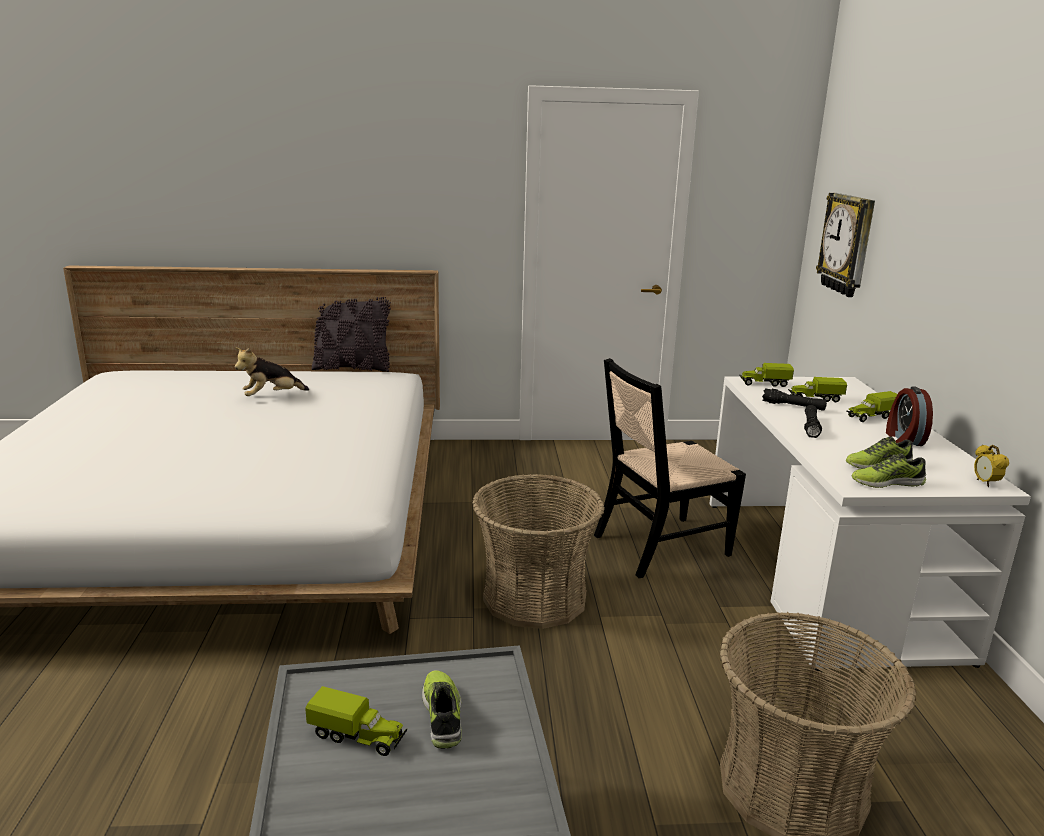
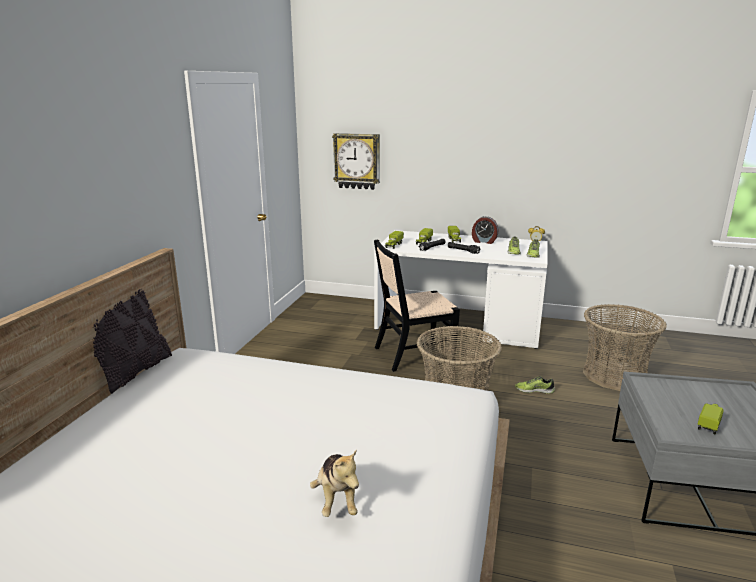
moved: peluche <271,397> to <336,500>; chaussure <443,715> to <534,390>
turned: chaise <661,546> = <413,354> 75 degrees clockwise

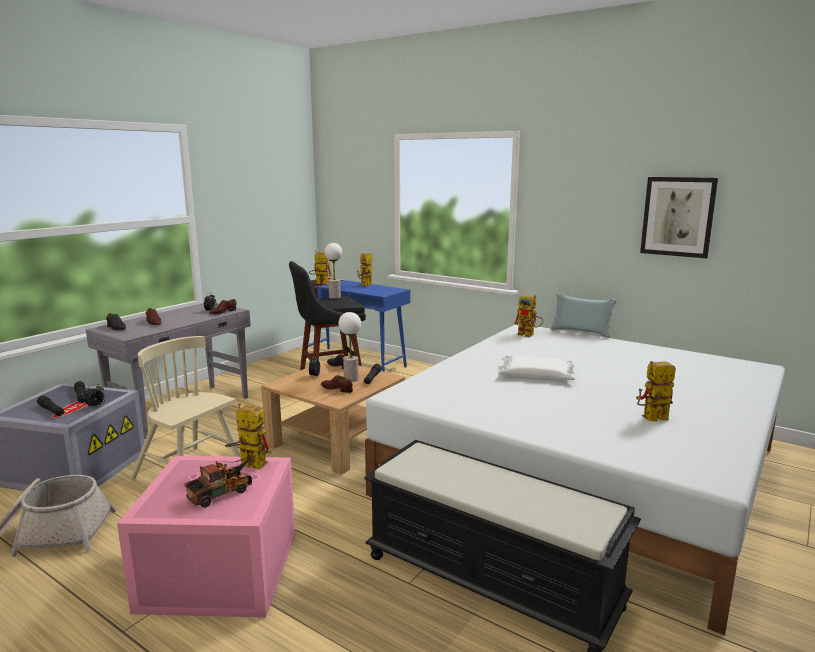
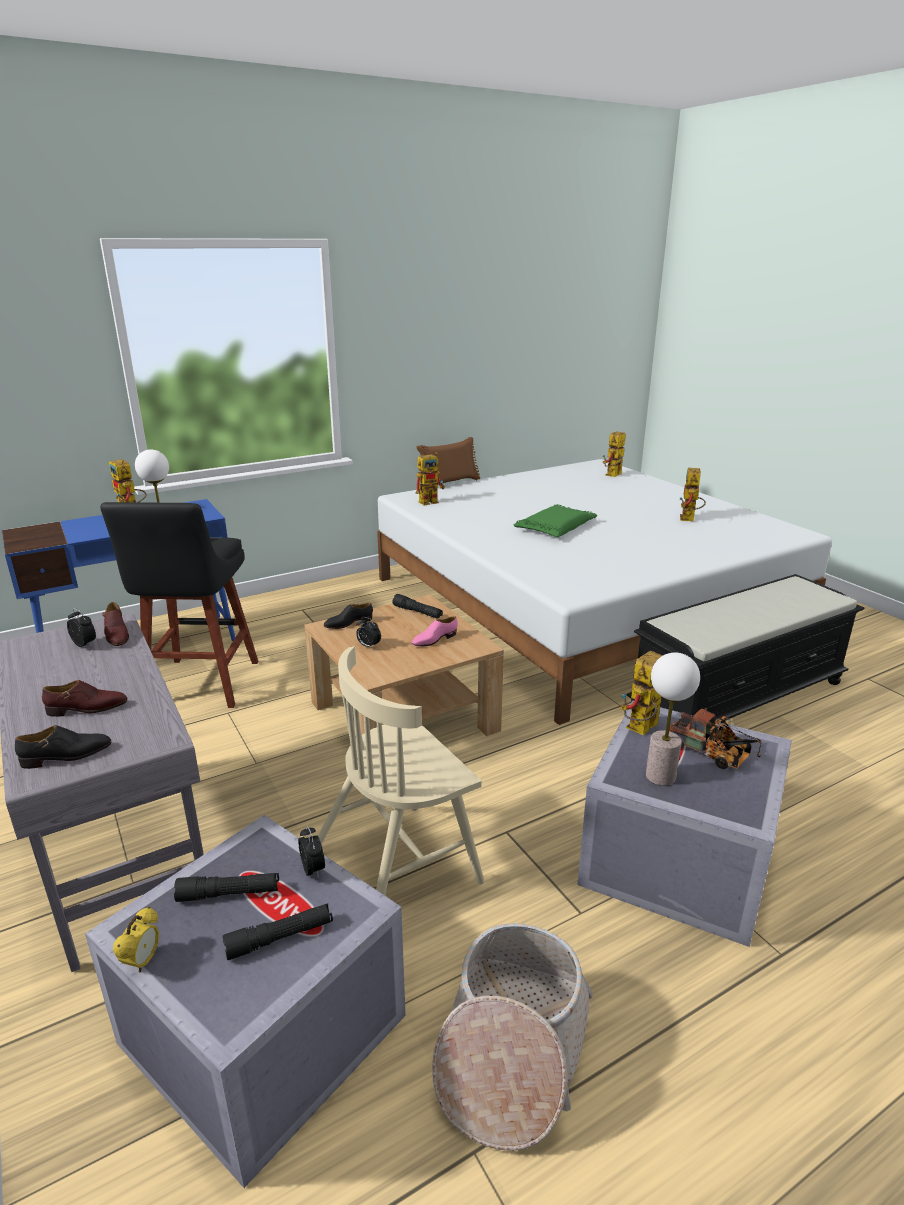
removed: tableau <678,216>
added: réveil <143,961>
moved: robot jouet <319,283> to <613,476>; lampe de table <351,379> to <660,776>
recoloured: boîte de rangement (rose) <217,572> to boîte de rangement (gris) <679,861>; chaussure (marron) <336,389> to chaussure (rose) <434,640>; coussin (blanc) <536,374> to coussin (vert) <556,526>; coussin (bleu) <581,332> to coussin (marron) <449,483>
turned: camion jouet <224,492> = <712,754> 150 degrees clockwise

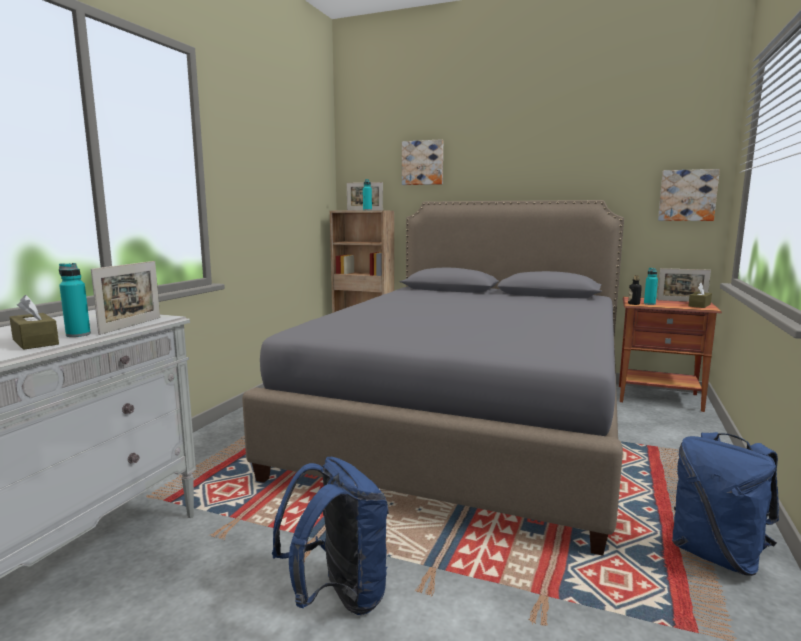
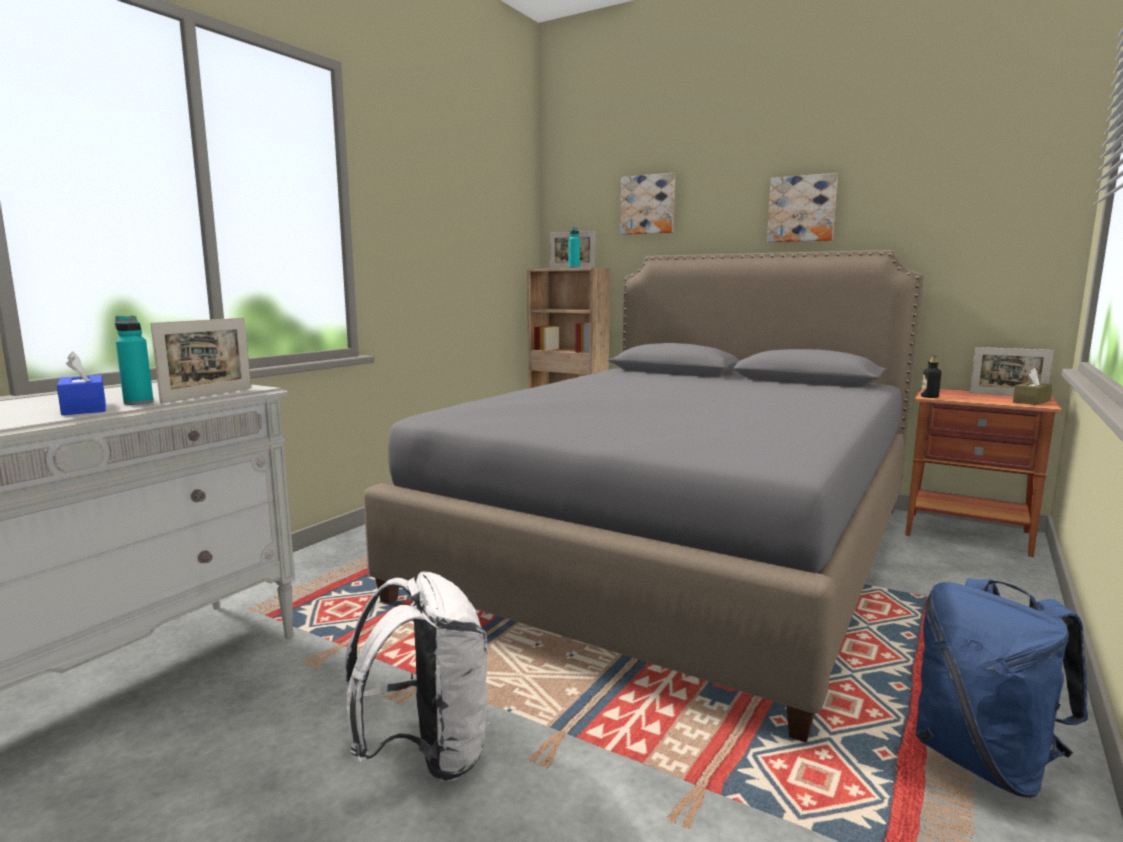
removed: bouteille (turquoise) <649,304>
moved: tableau <687,195> to <802,209>
recoloured: boîte à mouchoirs (marron) <35,342> to boîte à mouchoirs (bleu) <84,408>; sac à dos (bleu) <338,596> to sac à dos (blanc) <427,754>

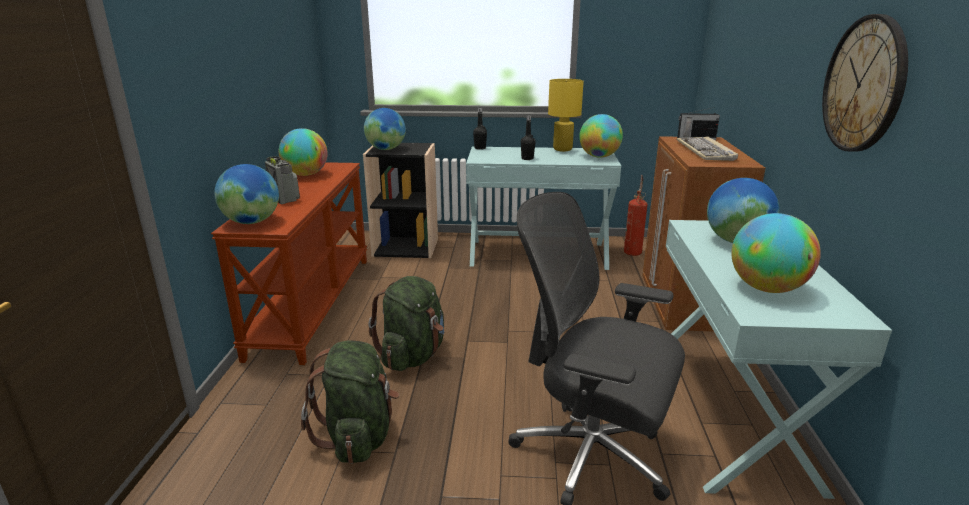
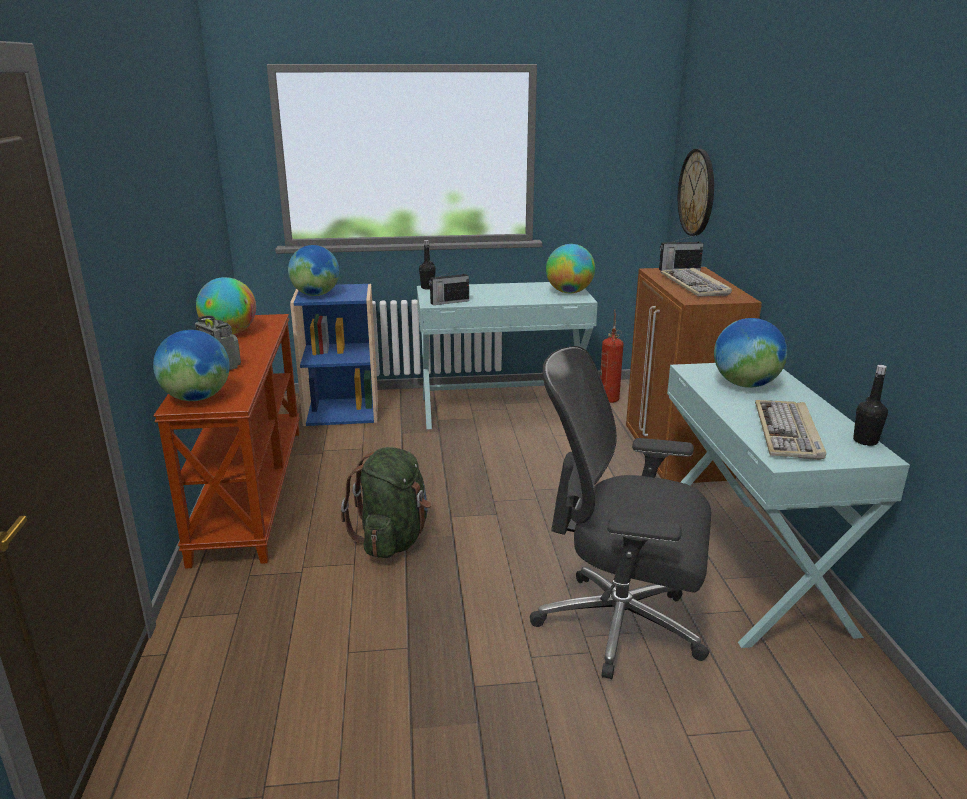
removed: sac à dos (vert) <358,436>; lampe de table (jaune) <562,150>
added: radio <449,302>
moved: bouteille (noir) <527,158> to <865,441>; horloge murale <864,85> to <697,192>
replaced: globe <767,288> to clavier <788,433>
recoloured: bibliothèque (noir) <406,247> to bibliothèque (bleu) <343,411>

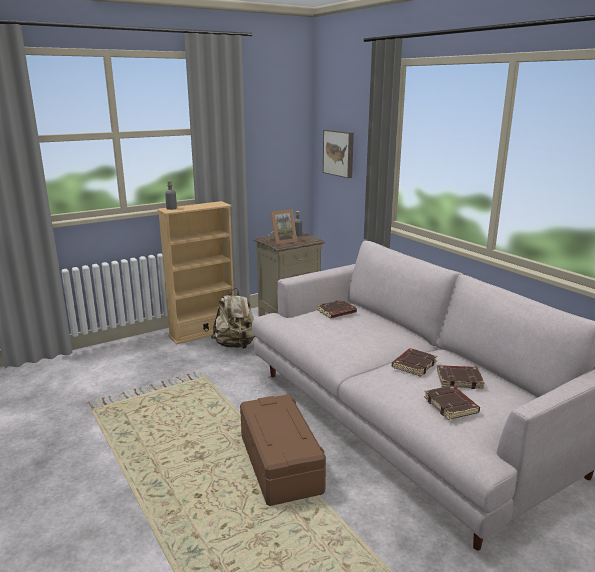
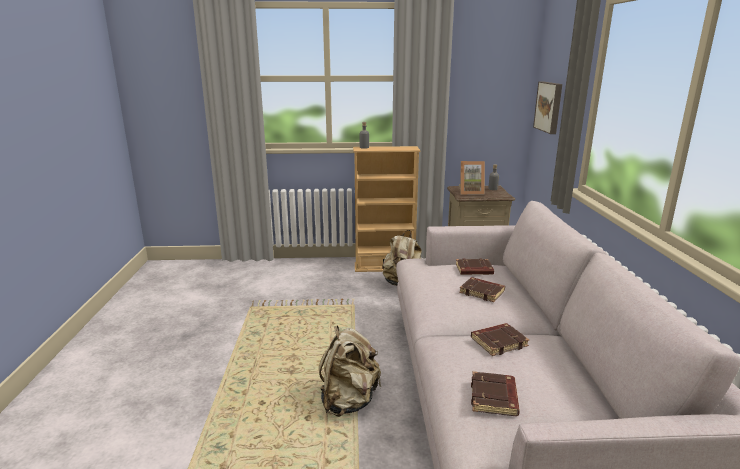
moved: livre (marron) <459,380> to <482,292>
replaced: boîte de rangement (marron) <279,463> to sac à dos (beige) <349,401>

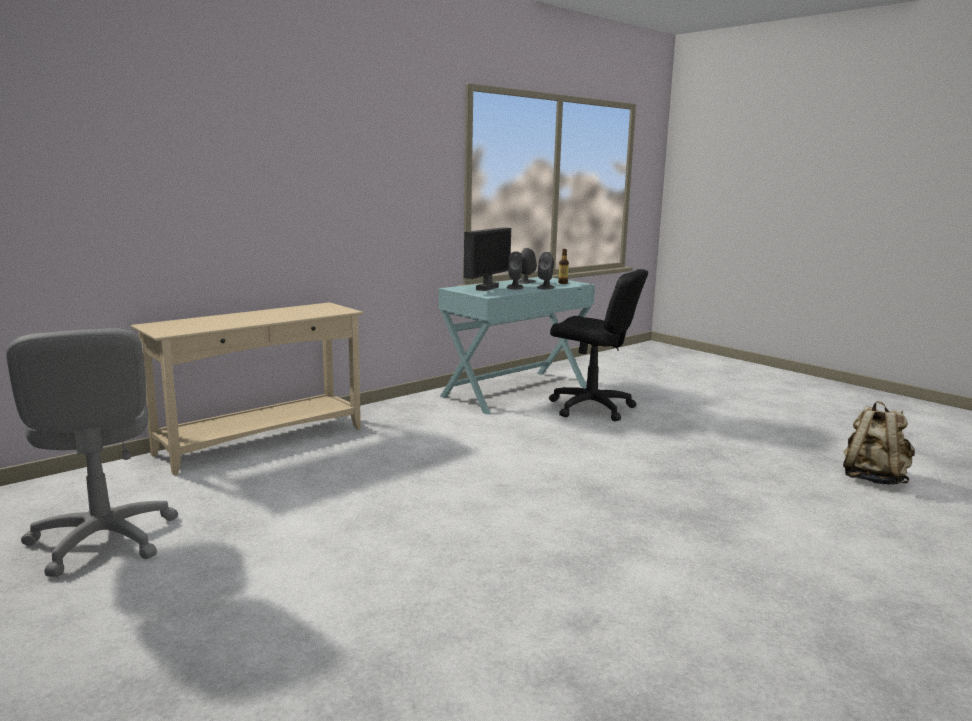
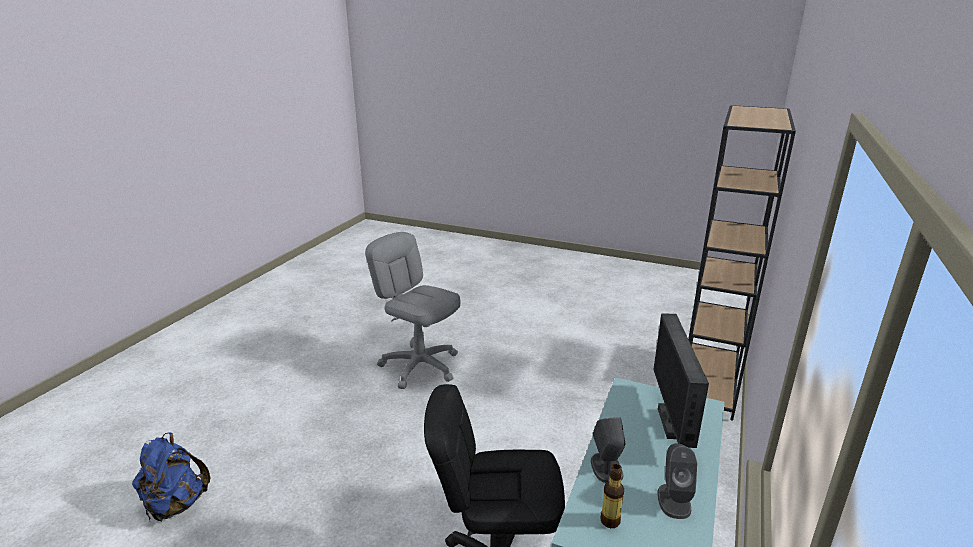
removed: enceinte (gris) <515,287>
moved: chaise de bureau (gris) <102,540> to <420,366>
replaced: table console (beige) <262,440> to bibliothèque <709,383>
recoloured: sac à dos (beige) <873,479> to sac à dos (bleu) <176,504>

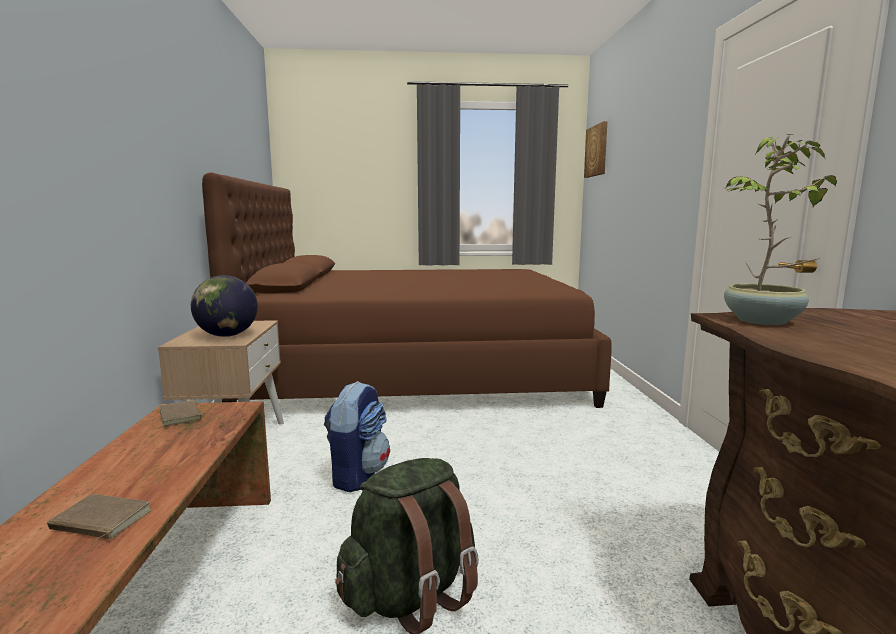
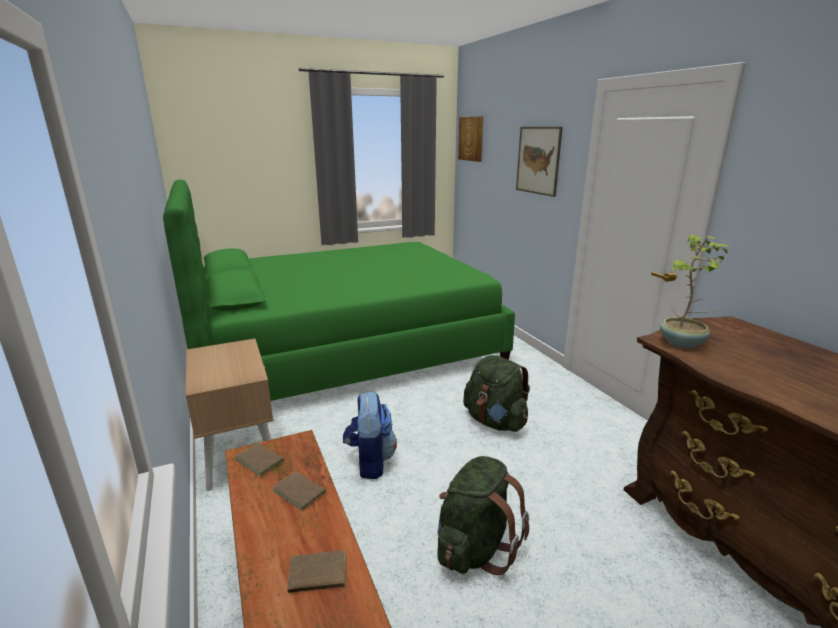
removed: globe <227,335>
added: livre (marron) <301,491>; sac à dos (vert) <495,421>; tableau <538,160>
recoloured: lit (marron) <417,372> to lit (vert) <345,348>

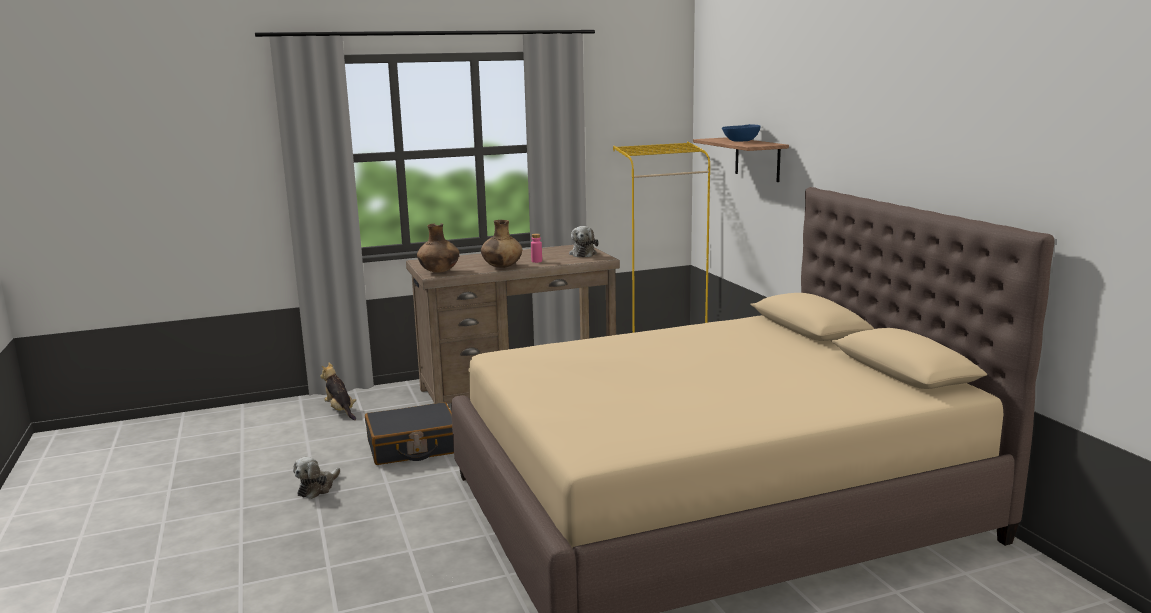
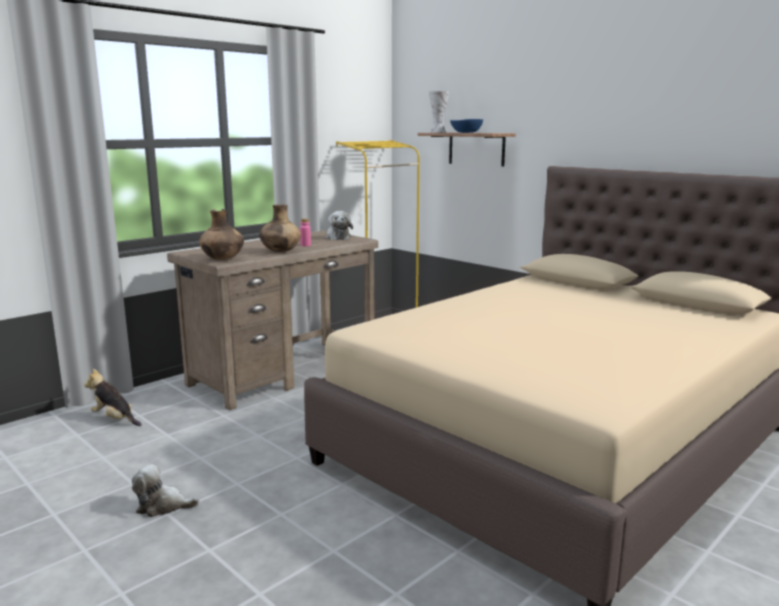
removed: valise (noir) <413,447>
added: vase <437,132>
turned: peluche <317,488> = <162,506> 90 degrees clockwise

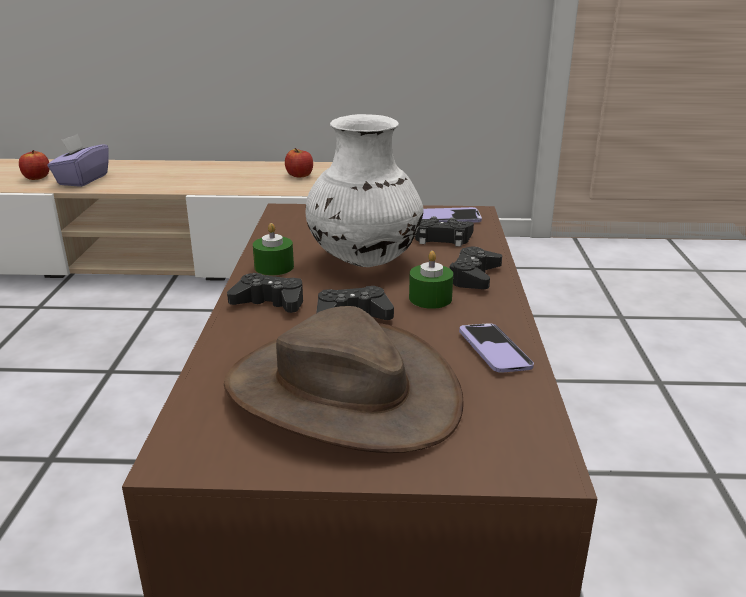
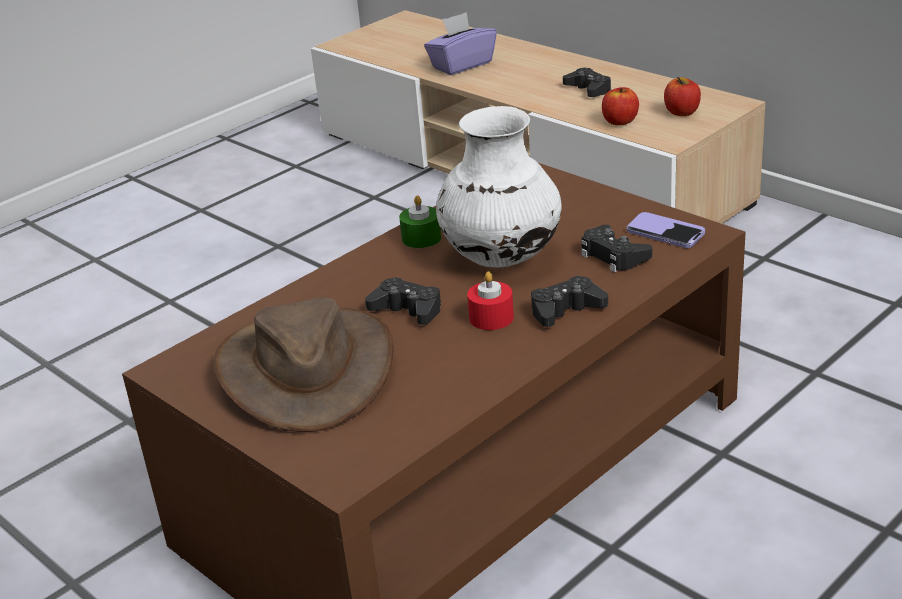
removed: téléphone <494,350>
moved: pomme <37,178> to <620,121>; manette (noir) <270,302> to <588,89>
recoloured: bougie (vert) <430,298> to bougie (rouge) <491,317>

